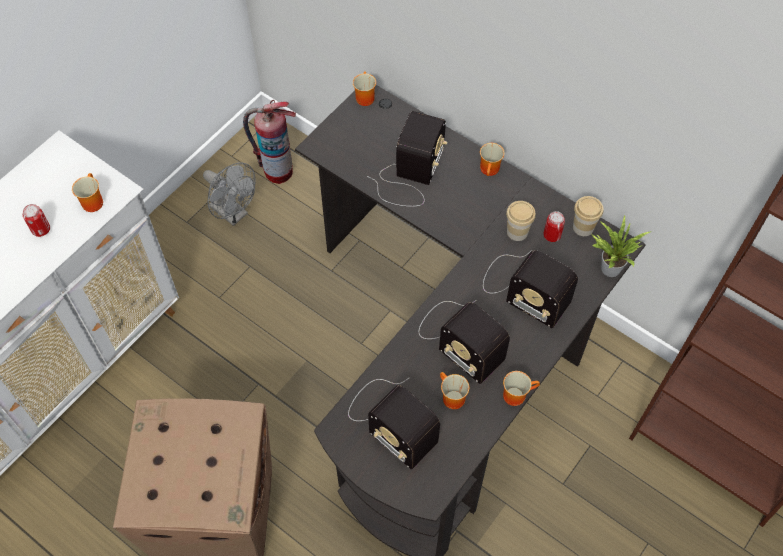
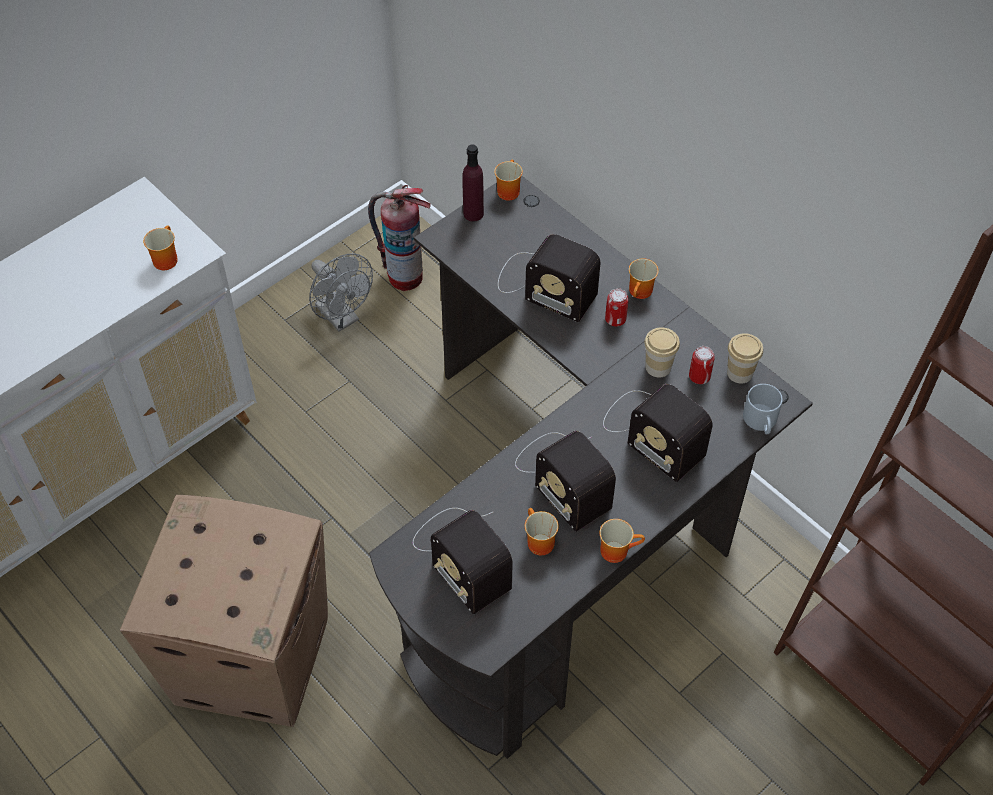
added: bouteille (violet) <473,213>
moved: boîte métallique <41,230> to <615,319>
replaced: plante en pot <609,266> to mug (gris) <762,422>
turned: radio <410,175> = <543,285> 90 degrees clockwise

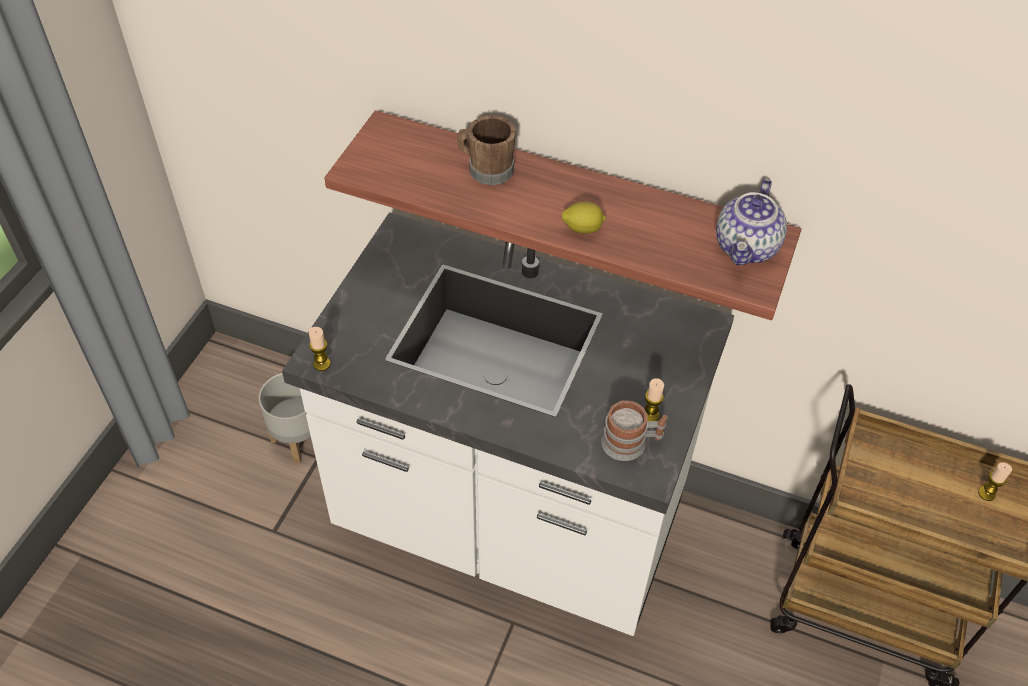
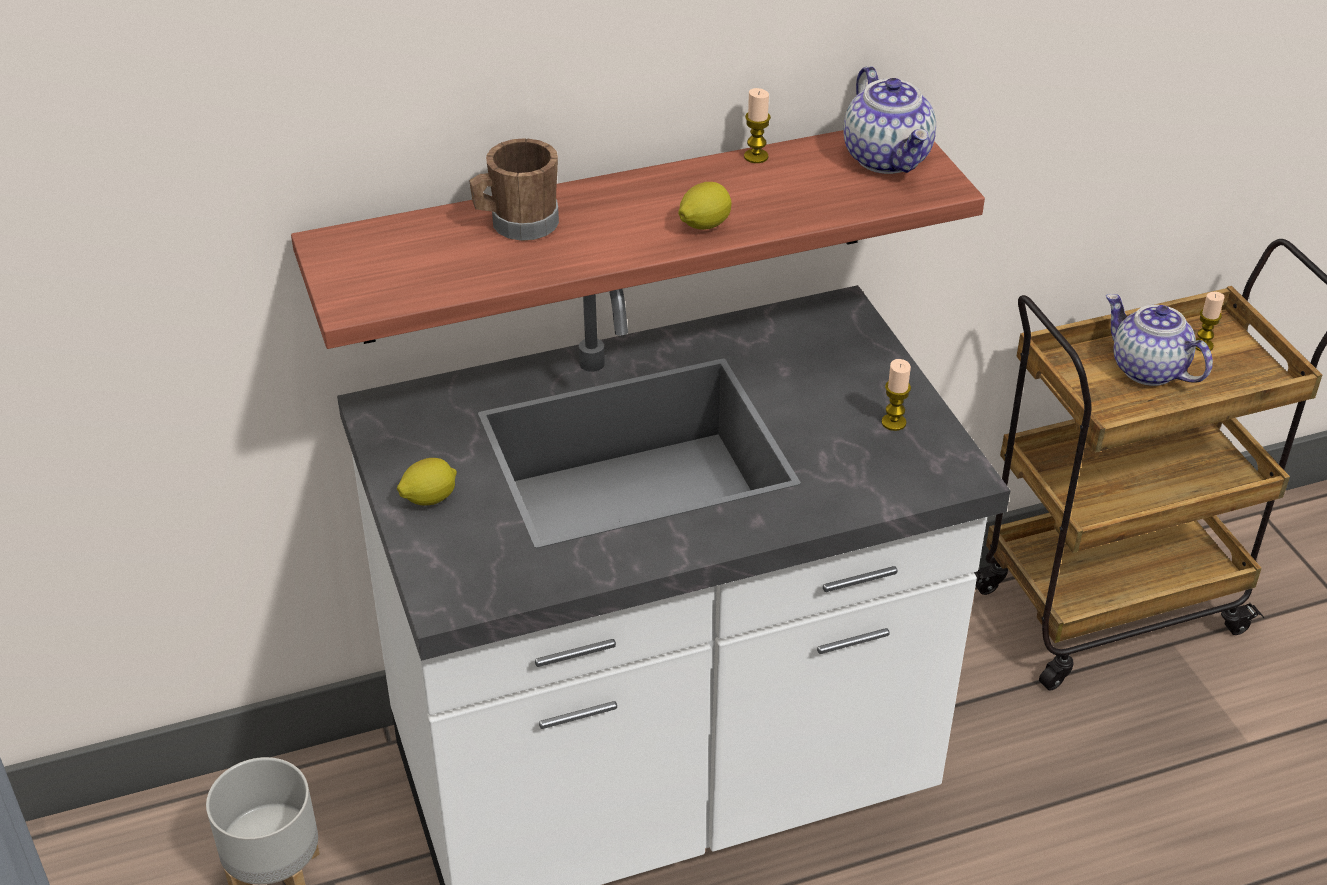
removed: mug <631,443>
added: citron <429,499>; théière <1147,369>
moved: bougie <322,364> to <756,156>

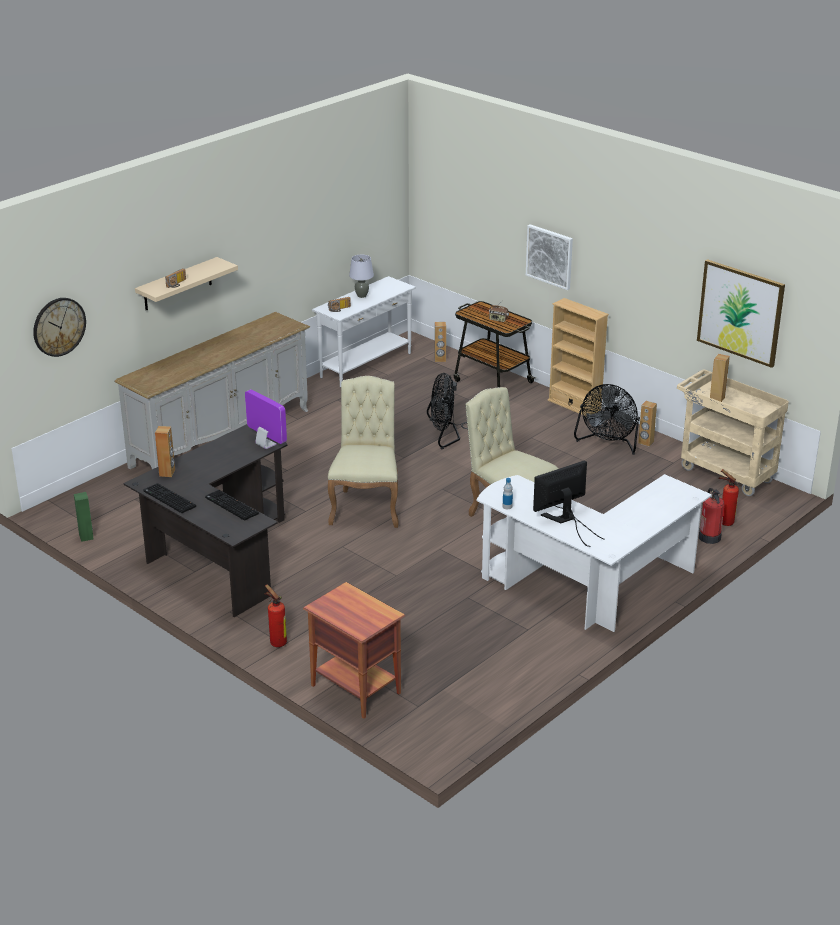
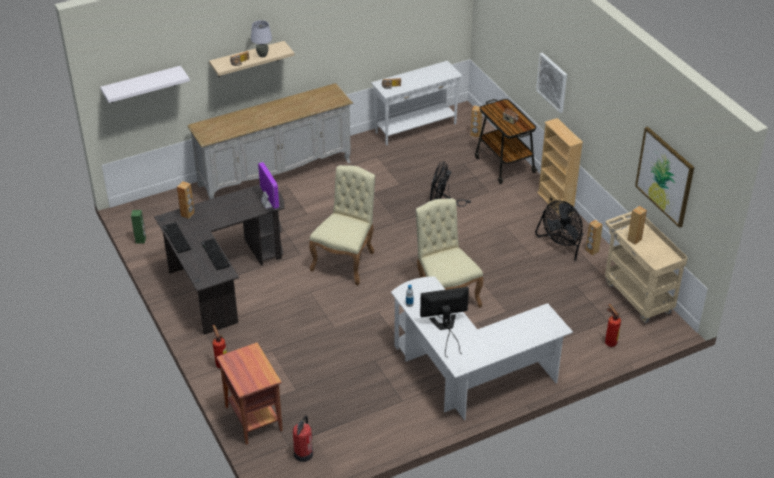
moved: lampe de table (gris) <361,296> to <262,55>; extincteur <709,537> to <303,453>
replaced: horloge murale <59,326> to étagère (blanc) <142,85>

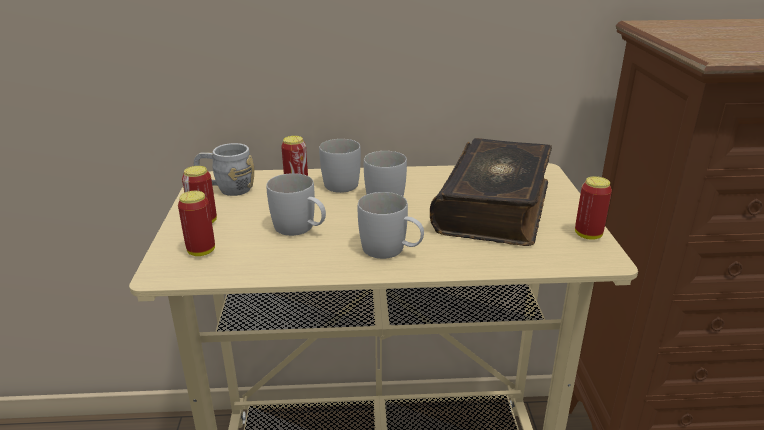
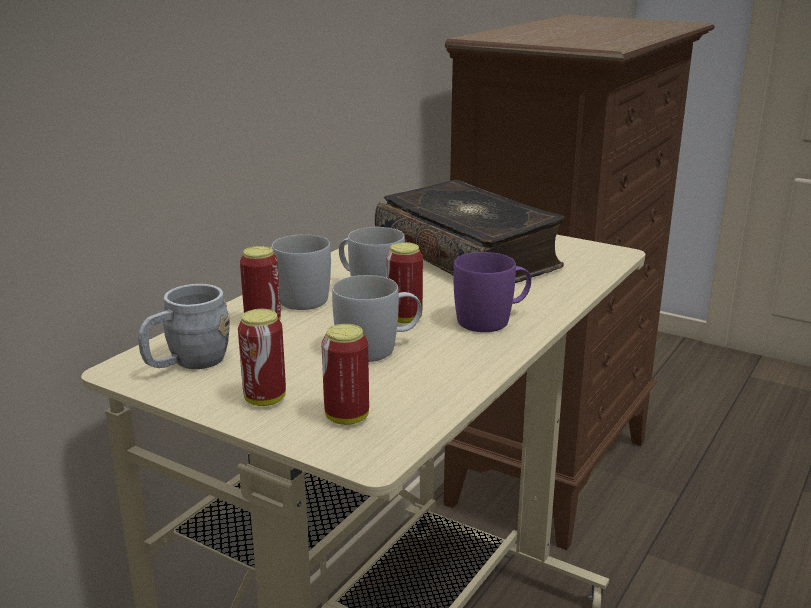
moved: boîte métallique <588,235> to <404,319>
recoloured: mug (blanc) <391,251> to mug (violet) <492,320>

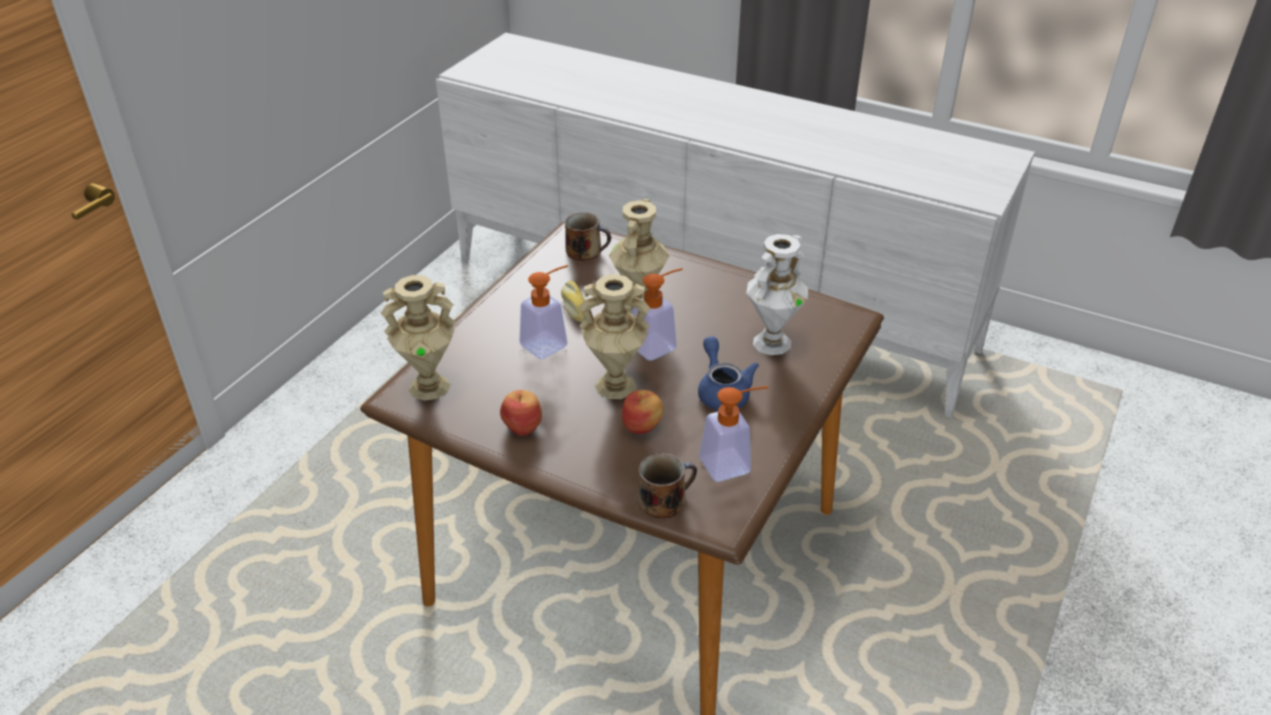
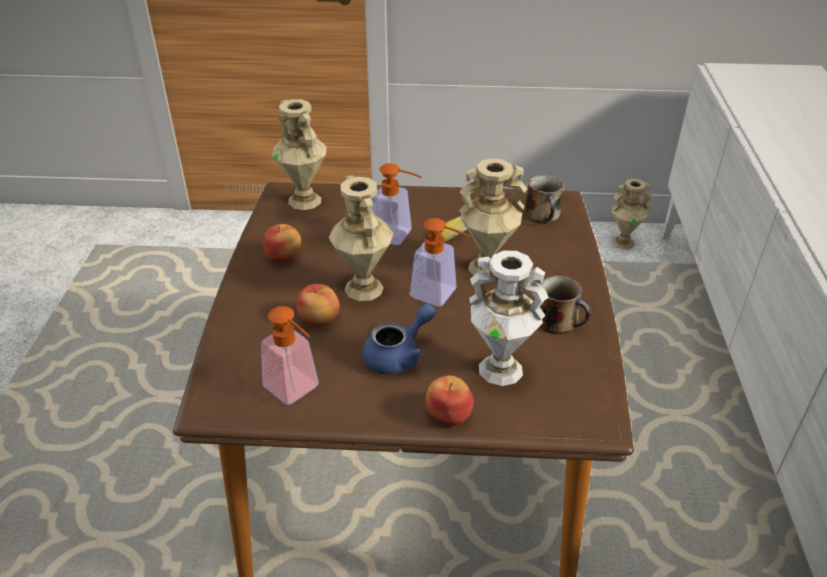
added: pomme <449,414>; vase (beige) <623,242>
moved: mug <664,499> to <559,321>

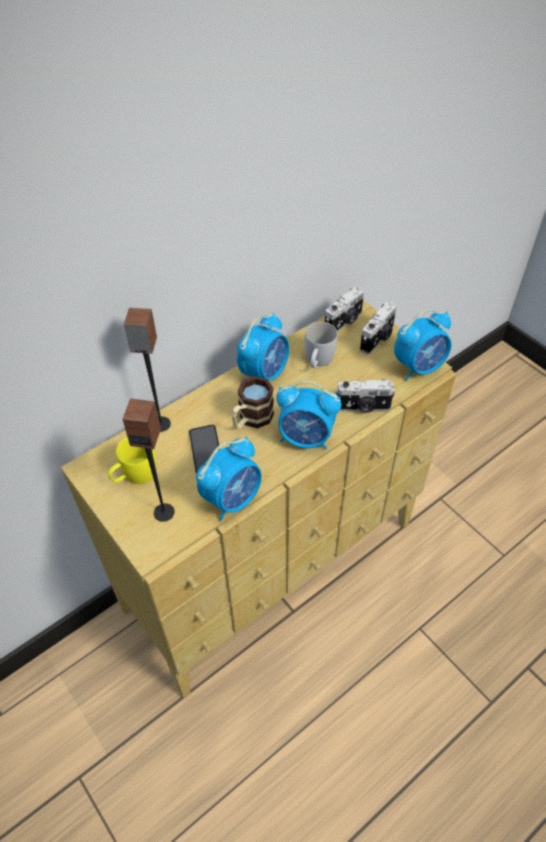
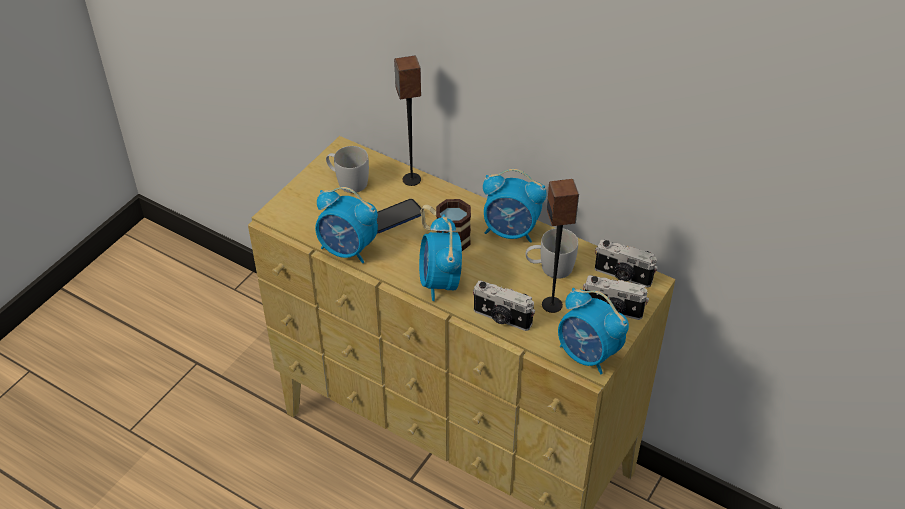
moved: enceinte <164,512> to <552,305>
recoloured: mug (jaune) <135,476> to mug (blanc) <347,181>
turned: appareil photo <363,407> = <502,318> 45 degrees counterclockwise

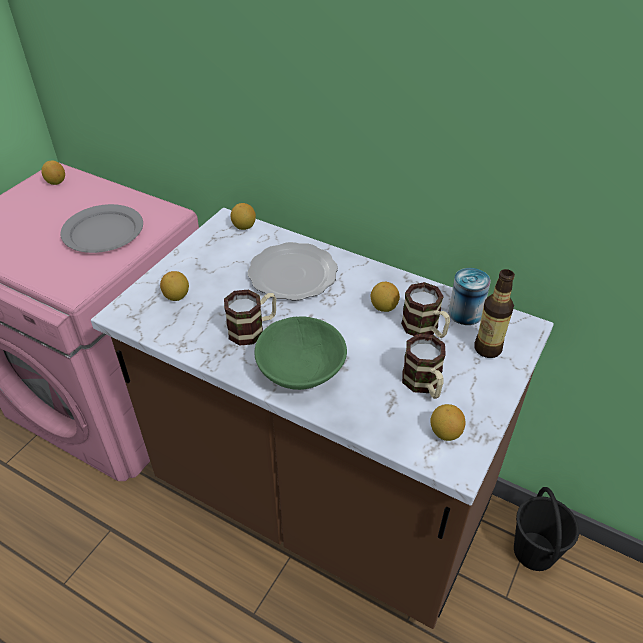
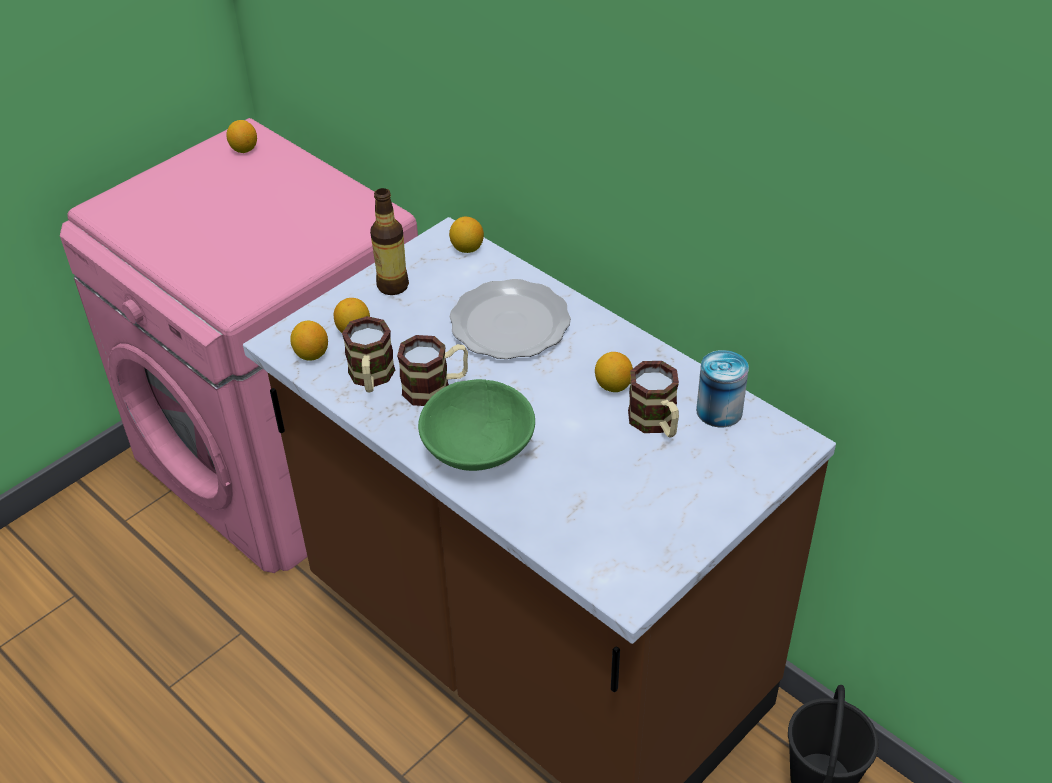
removed: assiette (gris) <104,231>
moved: mug <424,385> to <371,378>; citron <445,433> to <311,354>; bouteille <487,349> to <393,286>

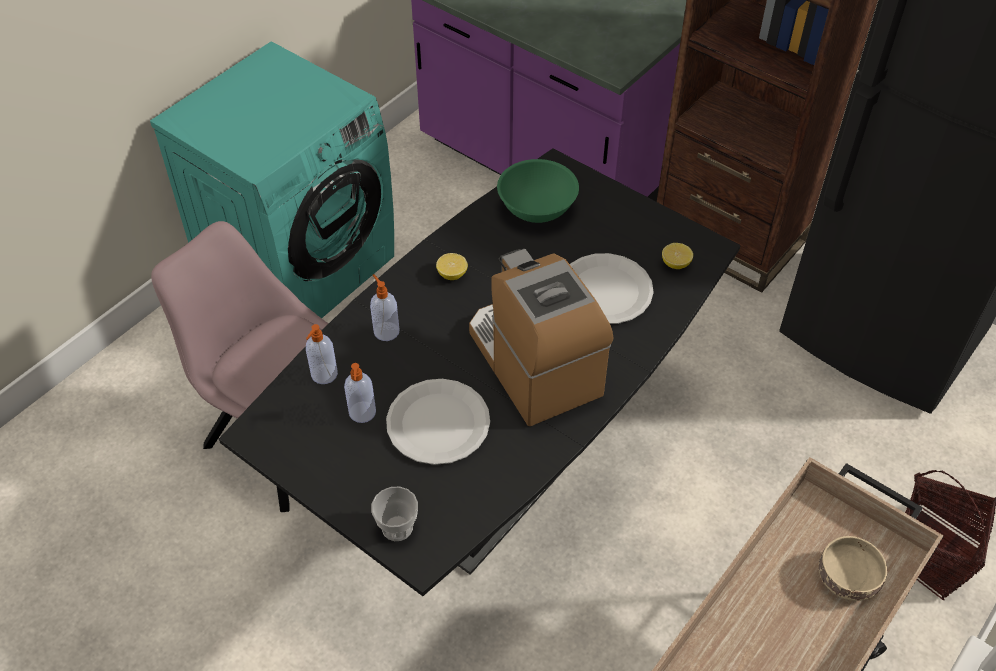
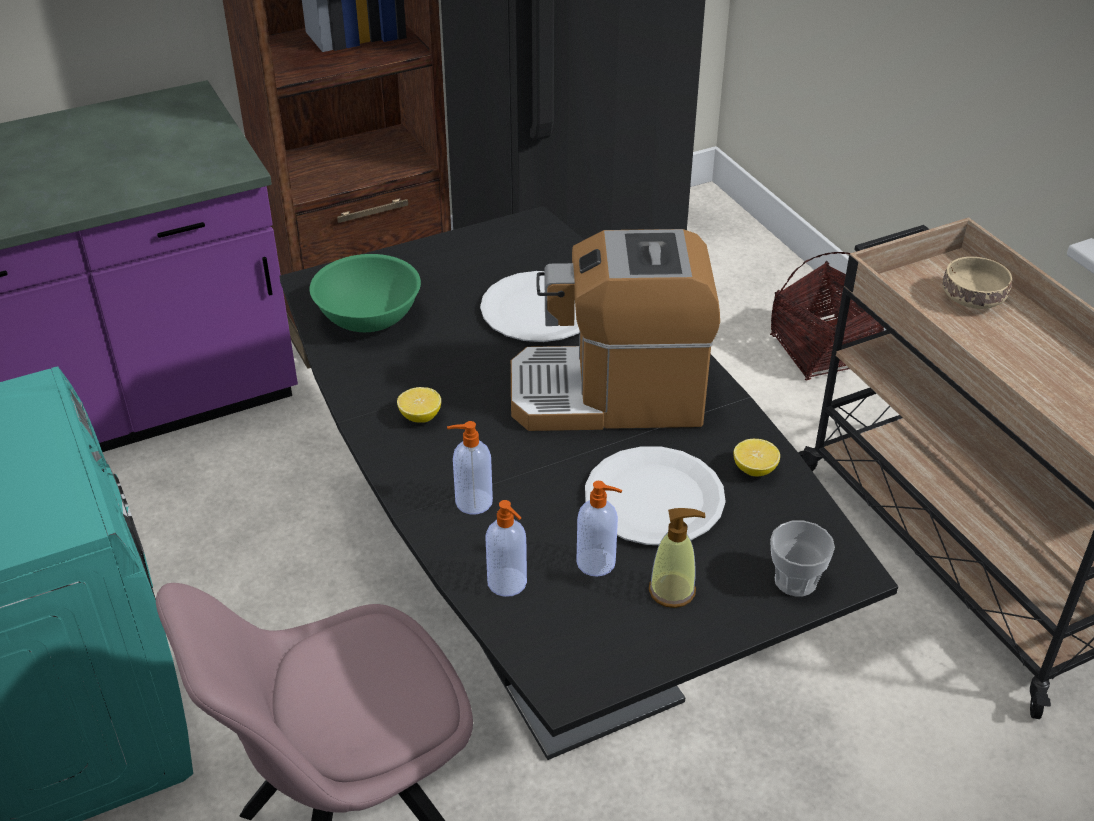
added: distributeur de savon <672,591>
moved: citron <675,264> to <754,470>

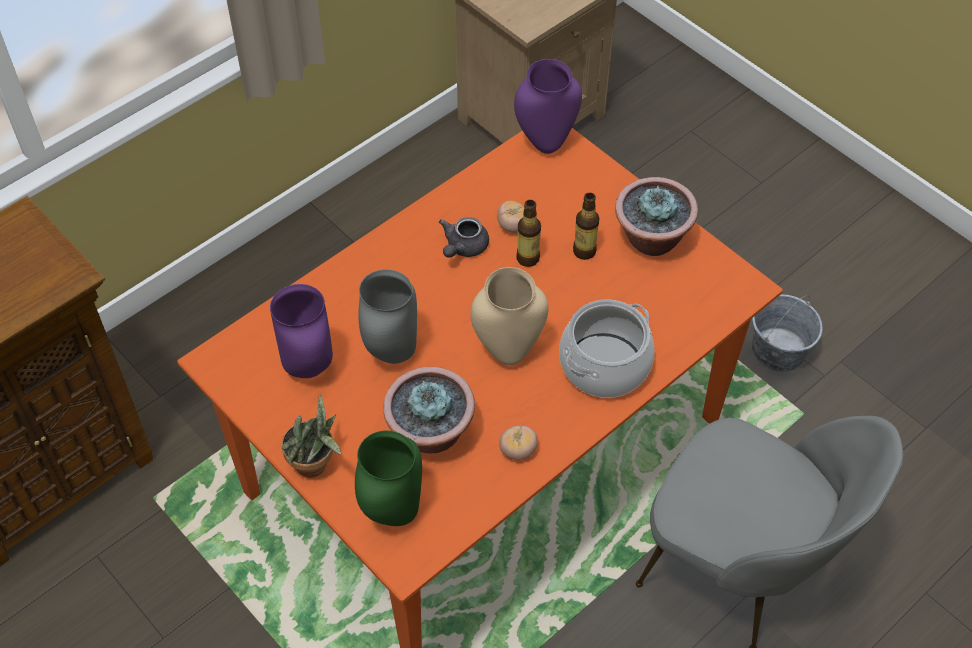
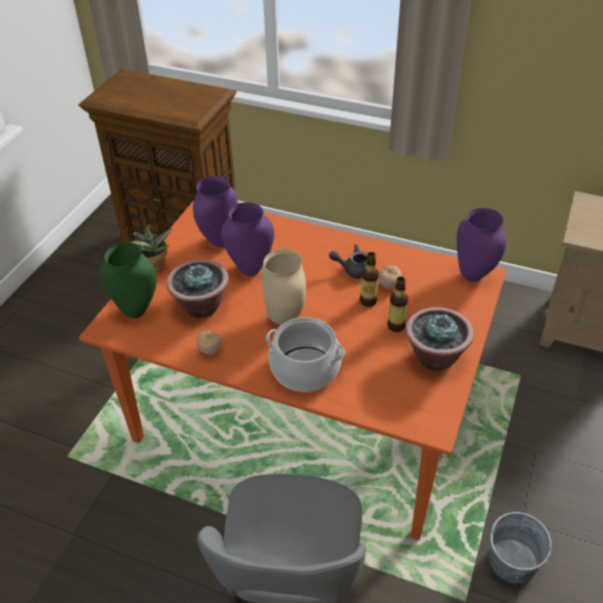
recoloured: vase (gris) <390,353> to vase (violet) <250,269>

